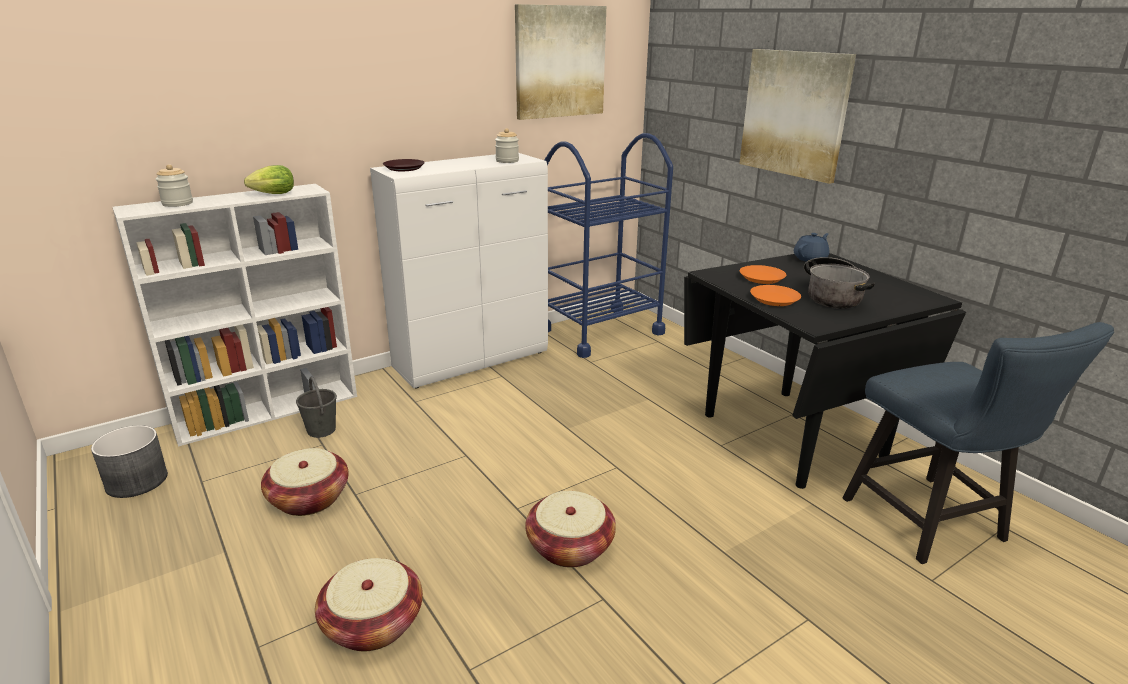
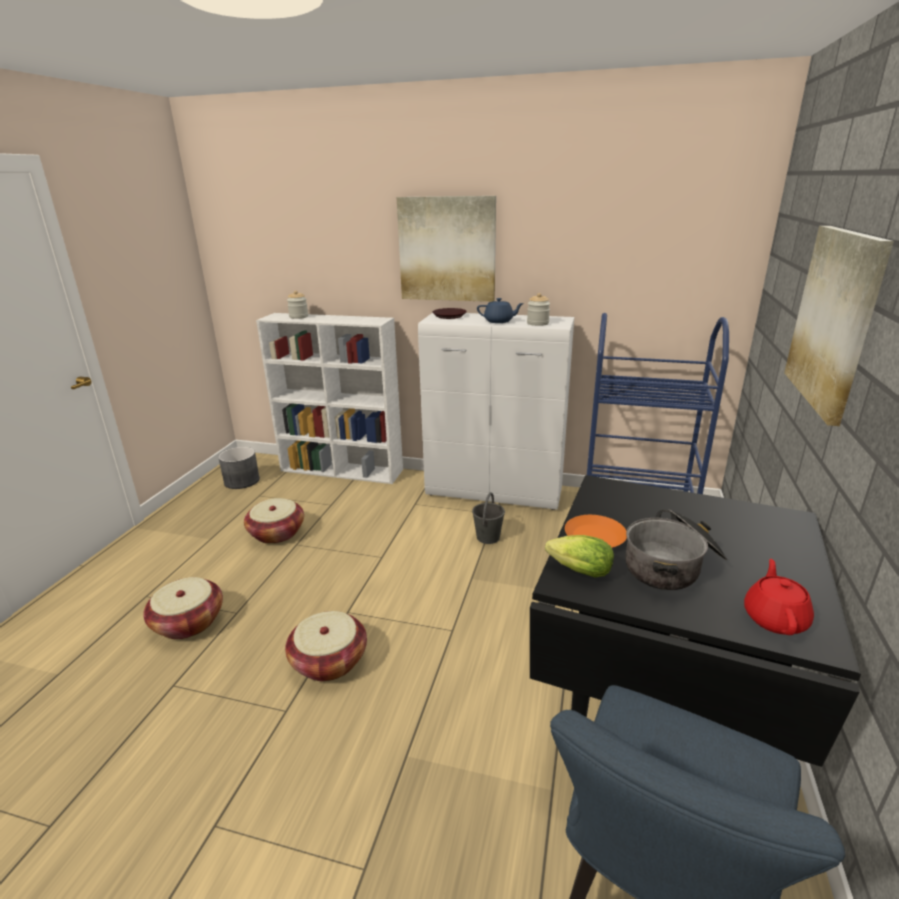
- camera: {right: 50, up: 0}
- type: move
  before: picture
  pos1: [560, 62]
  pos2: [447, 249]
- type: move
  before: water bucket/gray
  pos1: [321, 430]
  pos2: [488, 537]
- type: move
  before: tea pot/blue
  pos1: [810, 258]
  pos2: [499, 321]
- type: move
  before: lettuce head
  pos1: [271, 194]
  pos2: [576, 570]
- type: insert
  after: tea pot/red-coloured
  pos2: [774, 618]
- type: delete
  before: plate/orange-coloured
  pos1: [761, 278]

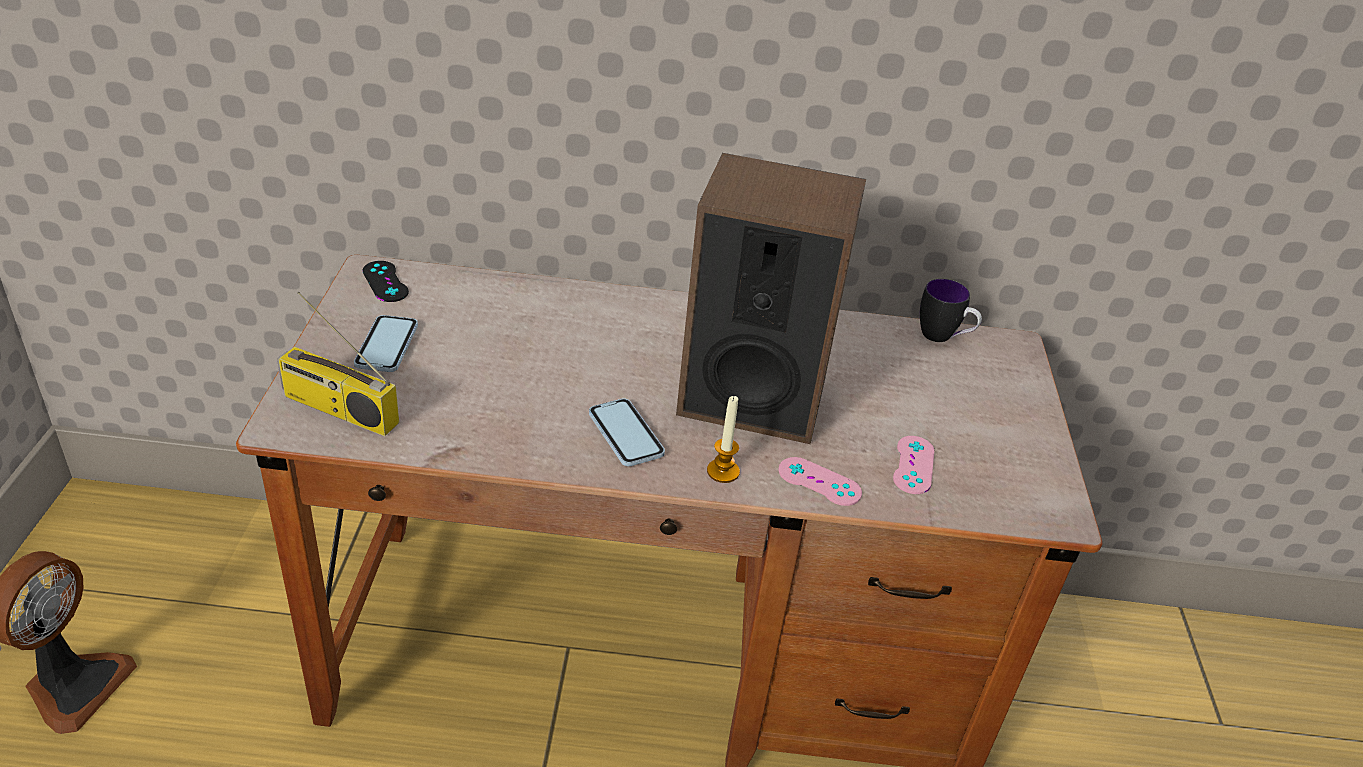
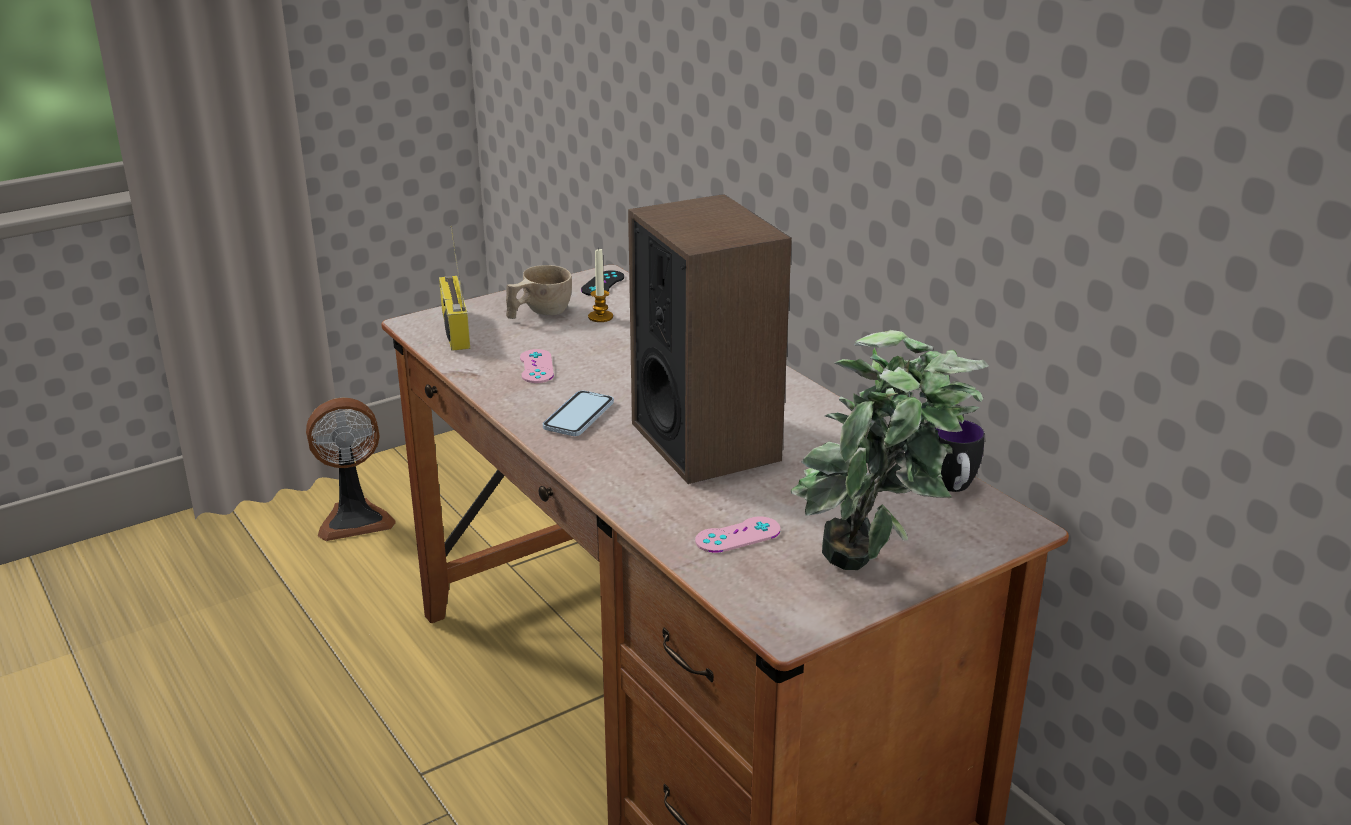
- camera: {right: 55, up: -10}
- type: replace
  before: telephone
  after: drinking cup/sand-coloured
  pos1: [387, 346]
  pos2: [538, 313]
- type: move
  before: game controller/pink
  pos1: [819, 482]
  pos2: [536, 367]
- type: move
  before: wax light
  pos1: [723, 471]
  pos2: [600, 317]
- type: insert
  after: plant in a pot
  pos2: [875, 574]

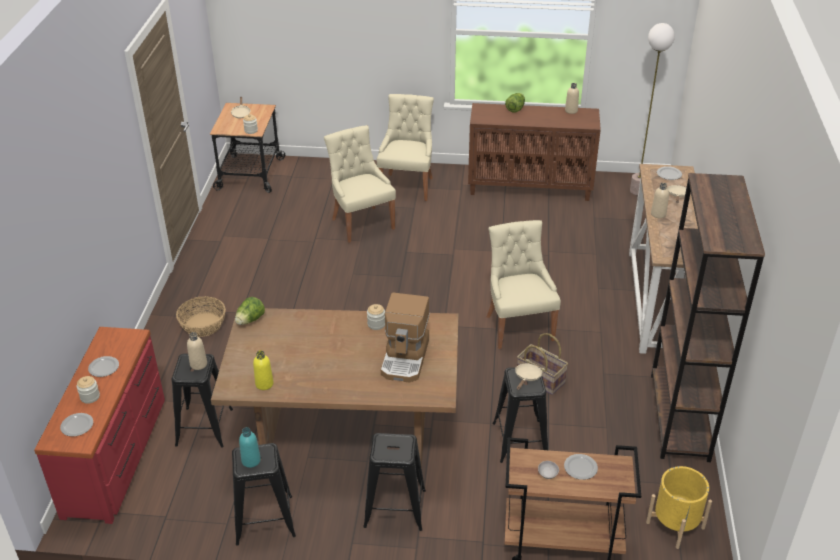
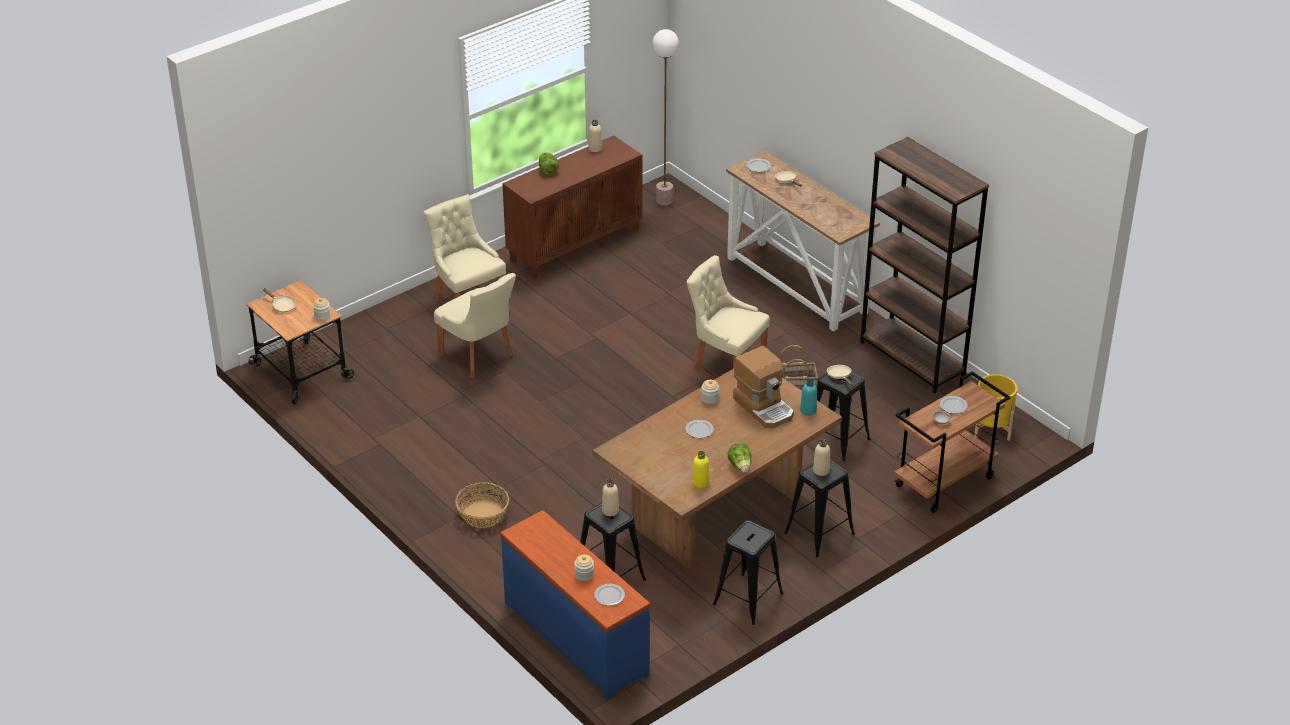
- camera: {right: -45, up: 0}
- type: rotate
  before: chair/sand-coloured
  pos1: [361, 223]
  pos2: [479, 356]
  turn: -150
- type: recolor
  before: dresser/red-coloured
  after: dresser/blue
  pos1: [117, 455]
  pos2: [577, 637]
- type: move
  before: plate
  pos1: [104, 367]
  pos2: [699, 429]
- type: move
  before: lettuce head
  pos1: [250, 320]
  pos2: [740, 466]
- type: move
  before: drink bottle/turquoise-coloured
  pos1: [251, 460]
  pos2: [808, 410]
- type: move
  before: drink bottle/sand-coloured
  pos1: [658, 214]
  pos2: [821, 470]

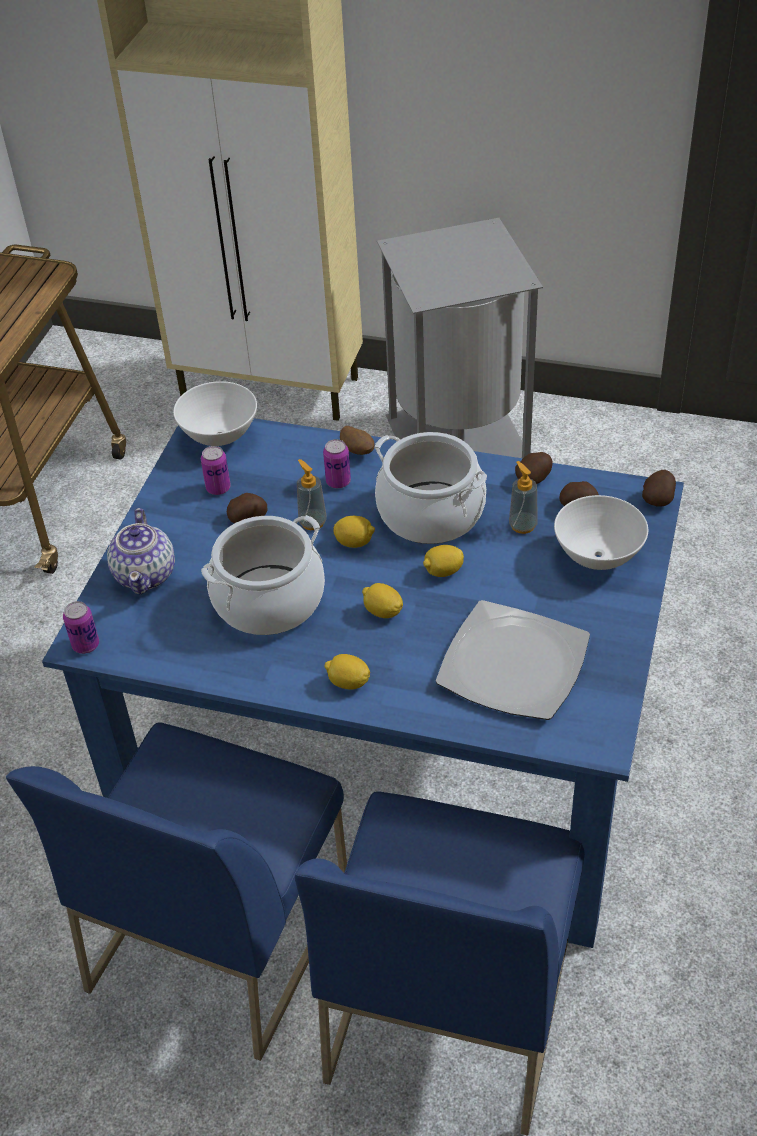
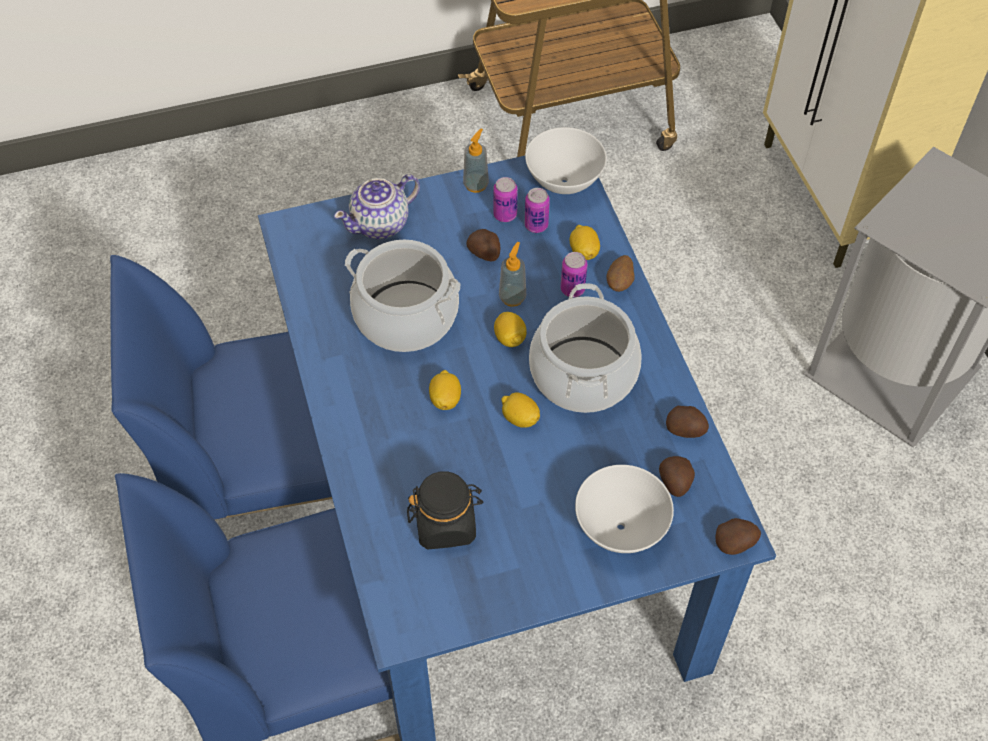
- camera: {right: 55, up: 10}
- type: replace
  before: plate
  after: storage jar/black
  pos1: [514, 666]
  pos2: [446, 524]
- type: move
  before: liquid soap bottle
  pos1: [522, 525]
  pos2: [476, 184]
- type: move
  before: sealed can
  pos1: [86, 645]
  pos2: [536, 225]
- type: move
  before: citrus fruit
  pos1: [348, 682]
  pos2: [584, 252]

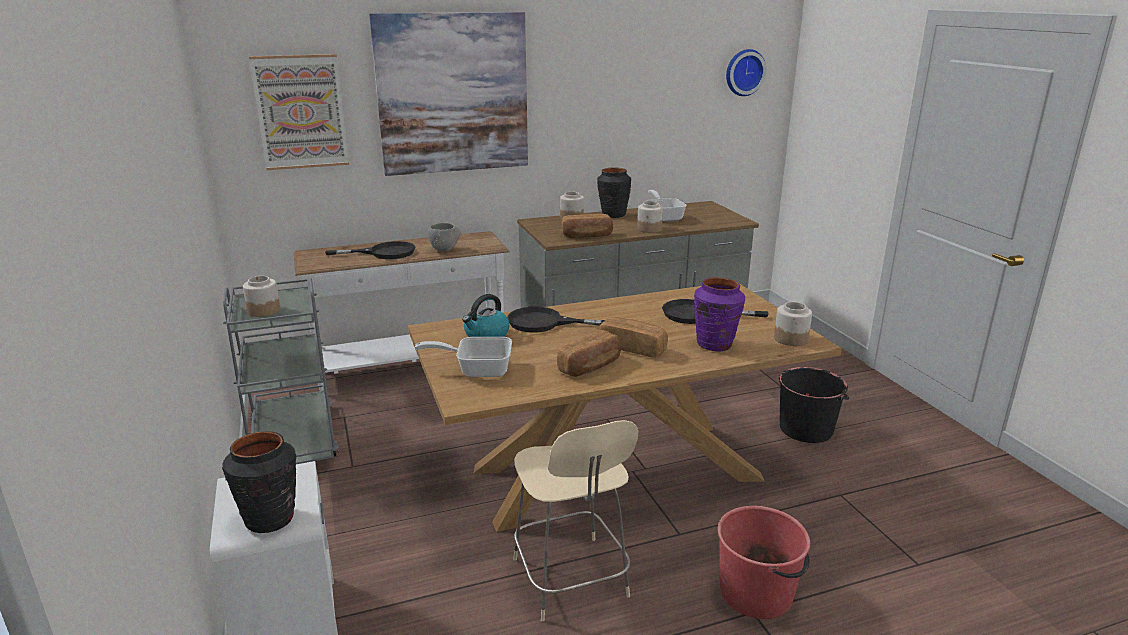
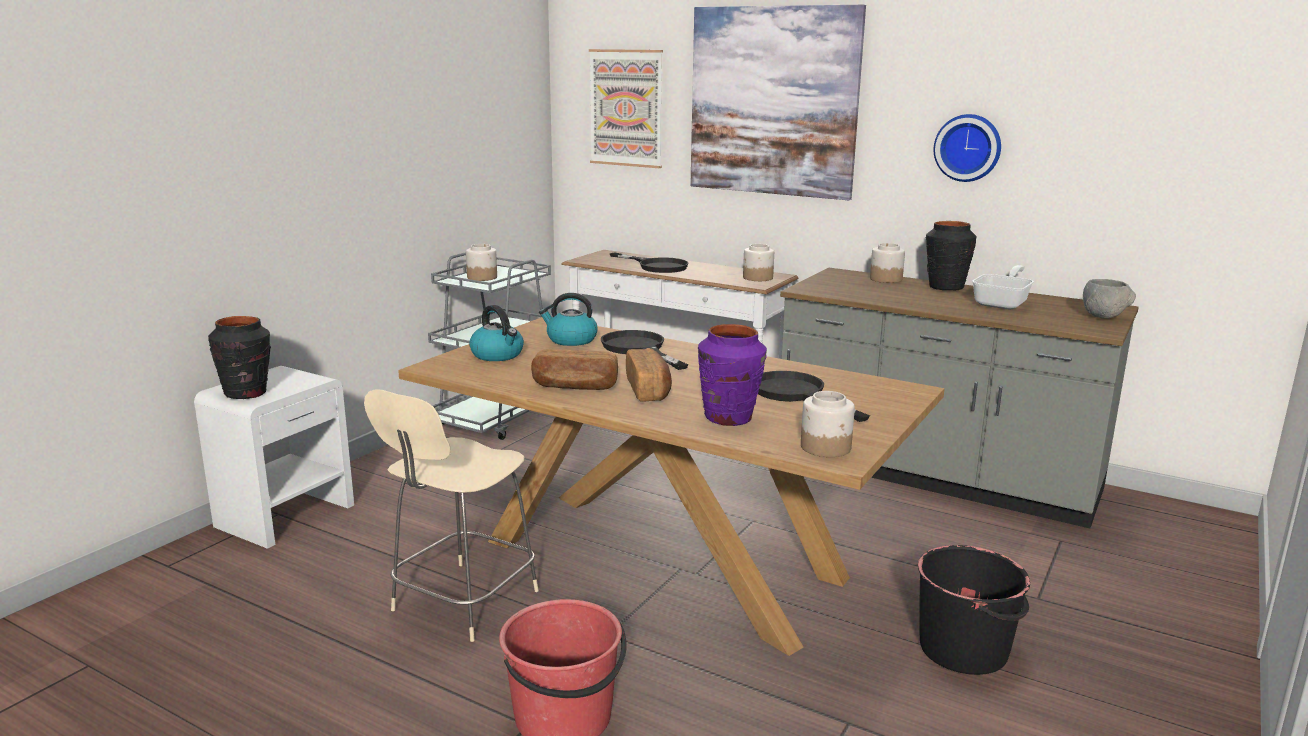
- camera: {right: 50, up: -5}
- type: replace
  before: pan
  after: kettle
  pos1: [477, 369]
  pos2: [498, 355]
- type: move
  before: storage jar
  pos1: [649, 229]
  pos2: [757, 278]
- type: move
  before: clock on the wall
  pos1: [743, 72]
  pos2: [968, 147]
- type: move
  before: bowl/gray
  pos1: [445, 250]
  pos2: [1103, 318]
- type: delete
  before: bakery bread
  pos1: [587, 236]

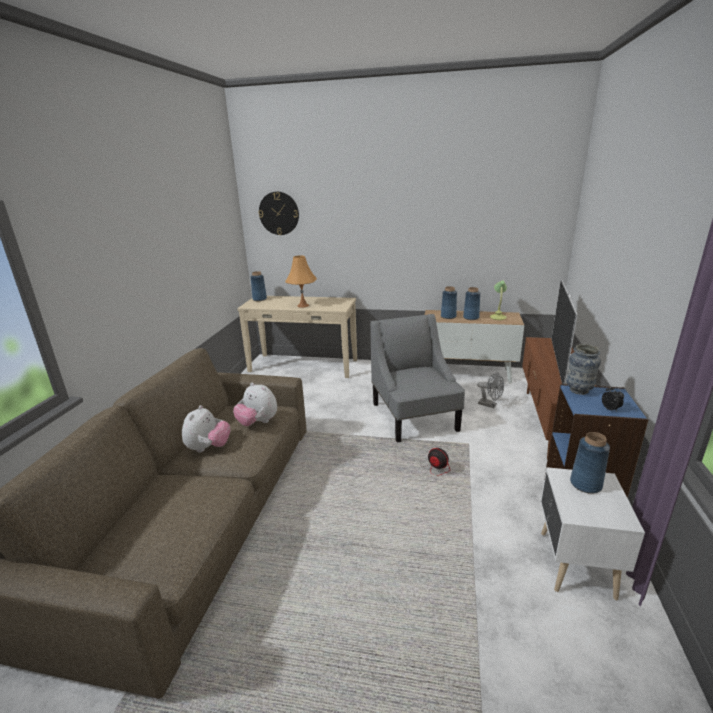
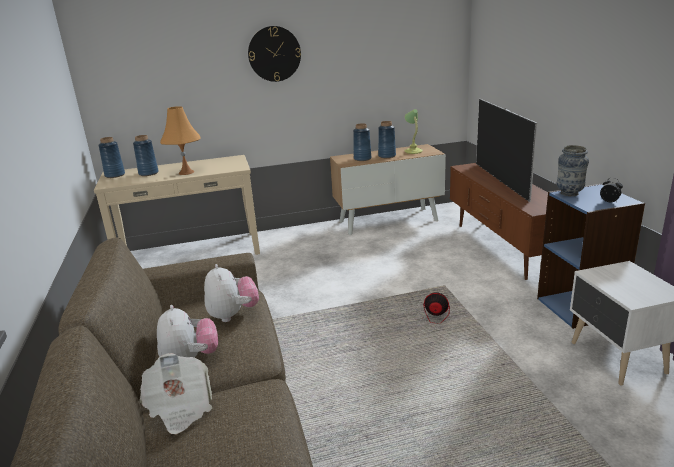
- camera: {right: -25, up: 0}
- type: move
  before: flower vase/blue
  pos1: [585, 484]
  pos2: [148, 173]
- type: insert
  after: newspaper
  pos2: [180, 407]
- type: rotate
  before: plush toy
  pos1: [258, 422]
  pos2: [233, 315]
  turn: -120
- type: move
  before: clock on the wall
  pos1: [279, 213]
  pos2: [274, 54]
- type: delete
  before: lounge chair/gray
  pos1: [414, 416]
- type: delete
  before: fan/gray
  pos1: [490, 405]

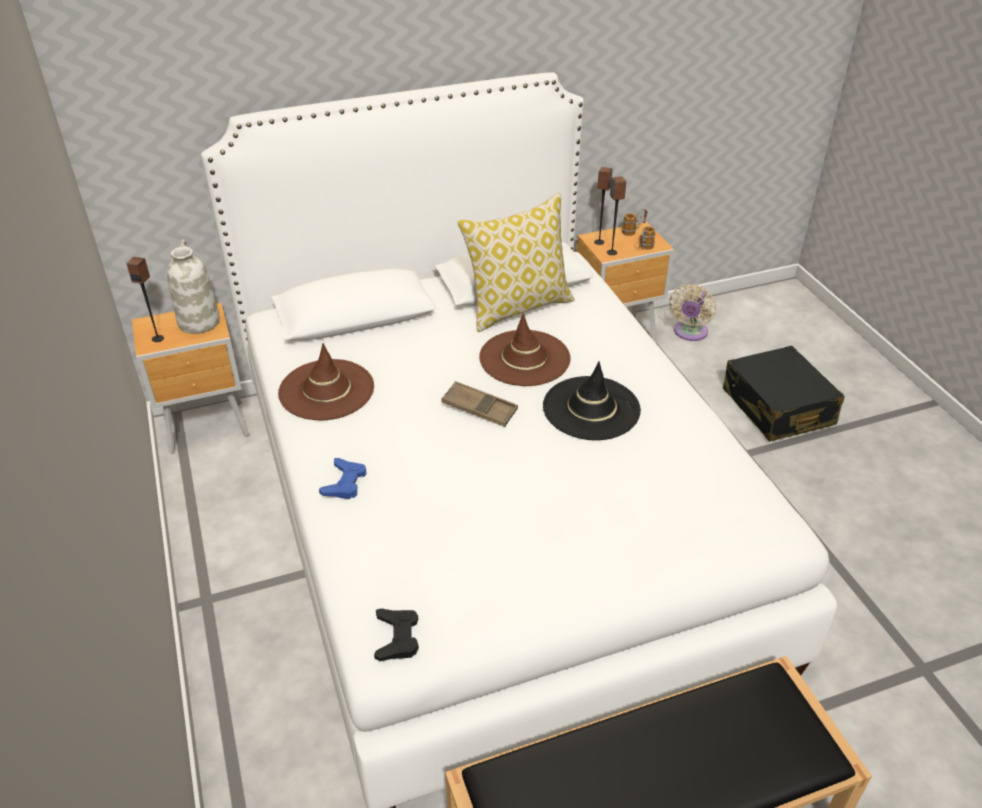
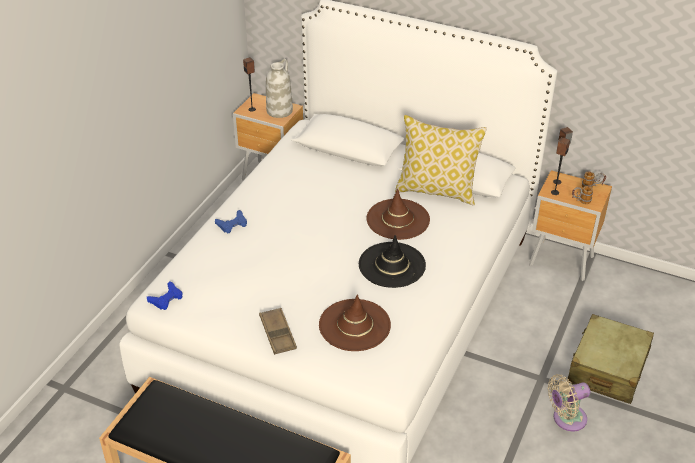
- camera: {right: 45, up: 0}
- type: recolor
  before: game controller/black
  after: game controller/blue
  pos1: [397, 637]
  pos2: [166, 299]
- type: move
  before: serving tray/brownish
  pos1: [479, 408]
  pos2: [277, 334]
- type: move
  before: clothing hat/brownish
  pos1: [326, 390]
  pos2: [354, 325]
- type: move
  before: fan/sand-coloured
  pos1: [689, 333]
  pos2: [566, 419]
- type: recolor
  before: piece of luggage/black
  after: piece of luggage/sand-coloured
  pos1: [777, 407]
  pos2: [607, 369]

